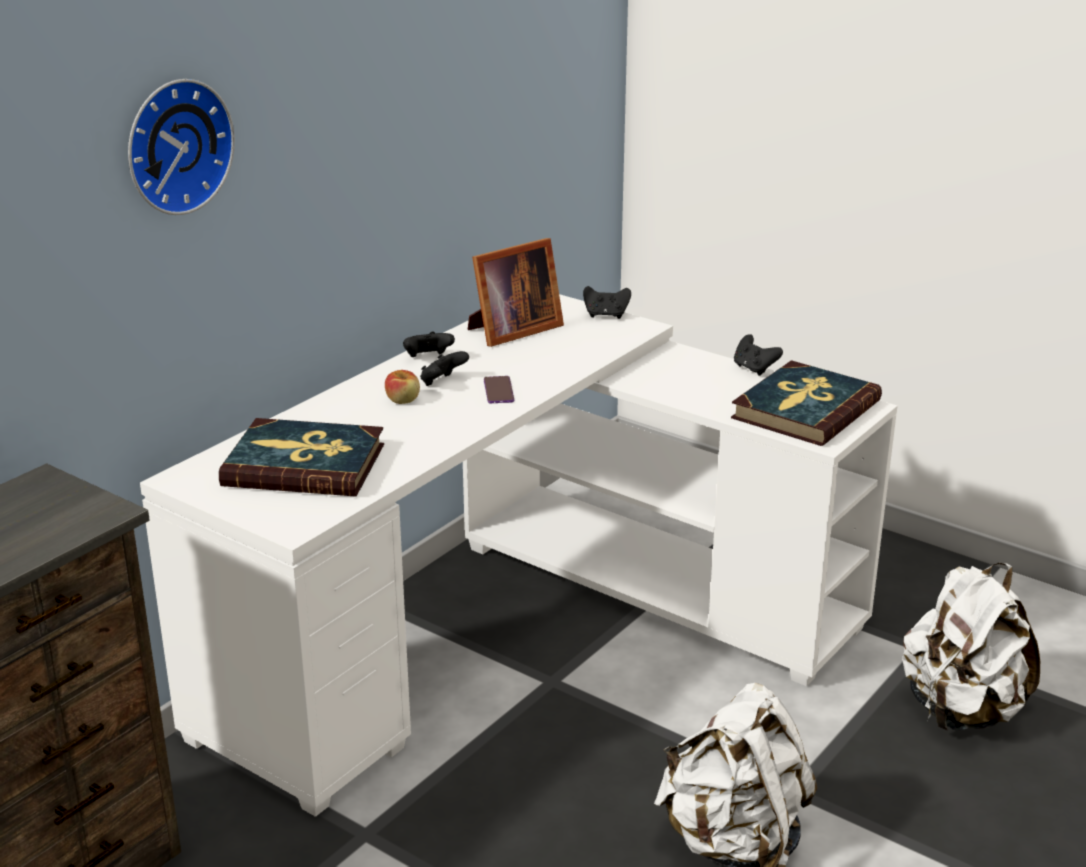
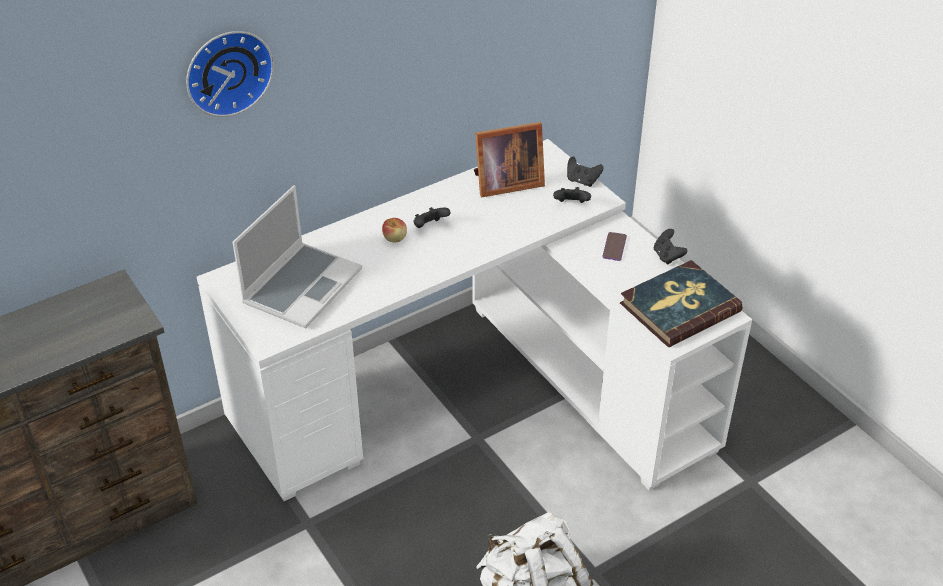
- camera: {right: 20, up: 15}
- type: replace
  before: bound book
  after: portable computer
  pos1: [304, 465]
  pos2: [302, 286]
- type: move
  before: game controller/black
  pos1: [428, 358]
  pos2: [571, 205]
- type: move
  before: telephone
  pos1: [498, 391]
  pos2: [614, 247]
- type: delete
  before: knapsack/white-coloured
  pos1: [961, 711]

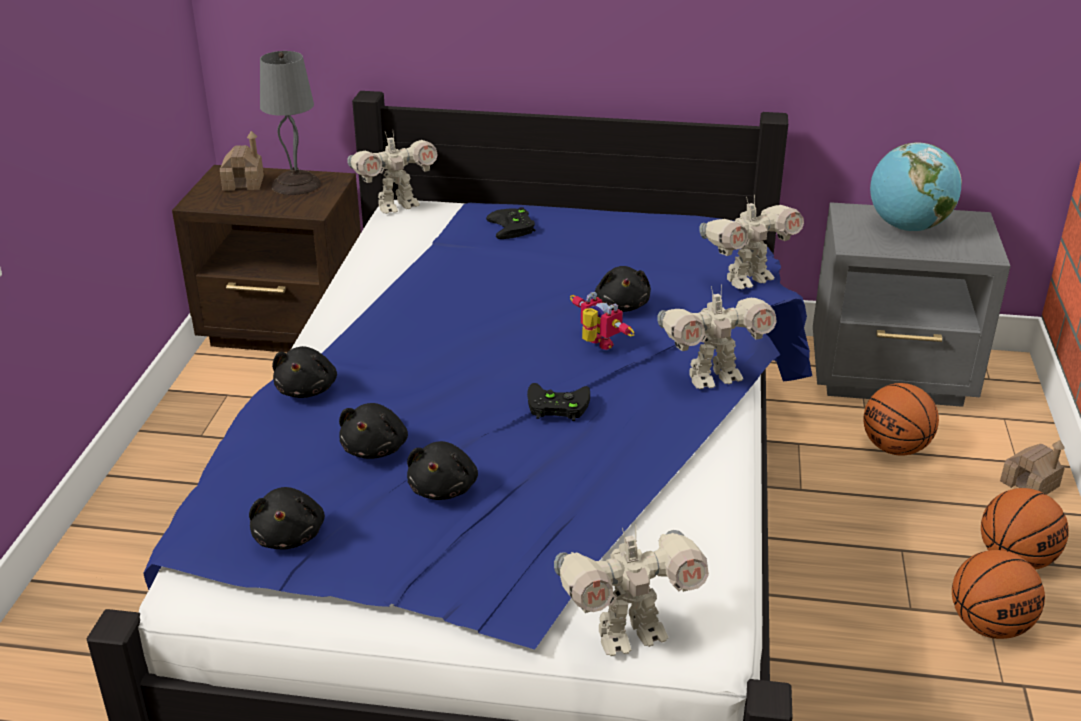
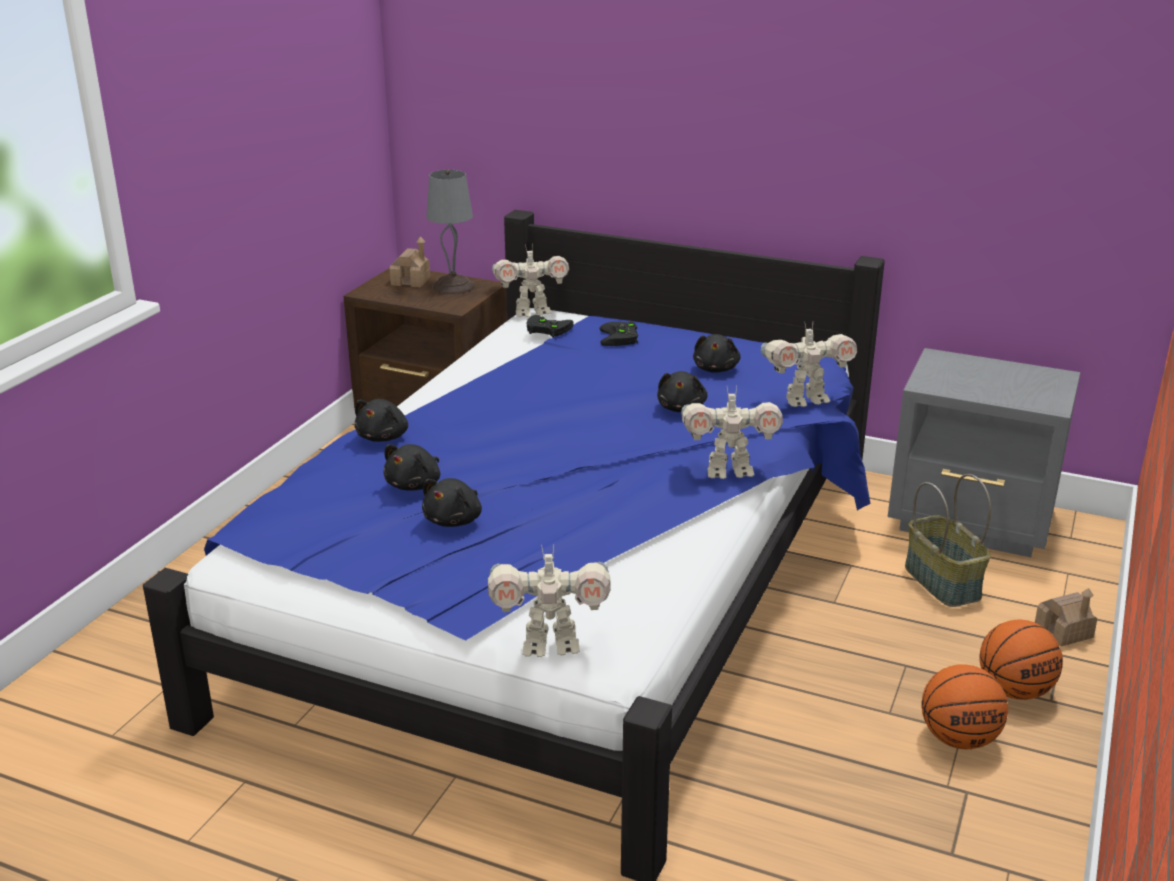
- camera: {right: 15, up: -5}
- type: move
  before: game controller/black
  pos1: [555, 406]
  pos2: [546, 329]
- type: move
  before: plush toy/black
  pos1: [289, 535]
  pos2: [716, 369]
- type: replace
  before: ball for basketball
  after: storage basket
  pos1: [895, 448]
  pos2: [943, 582]
- type: delete
  before: model robot
  pos1: [596, 345]
- type: delete
  before: world globe
  pos1: [907, 227]

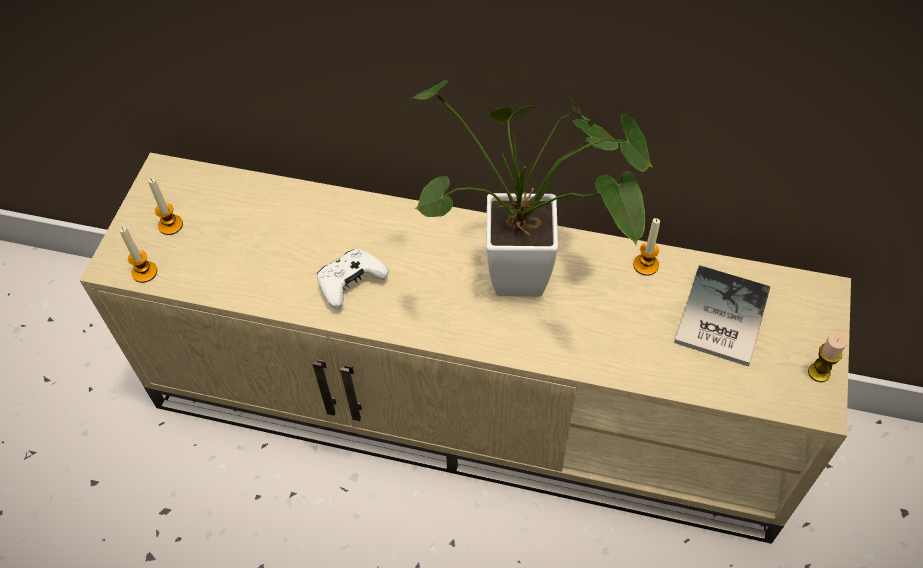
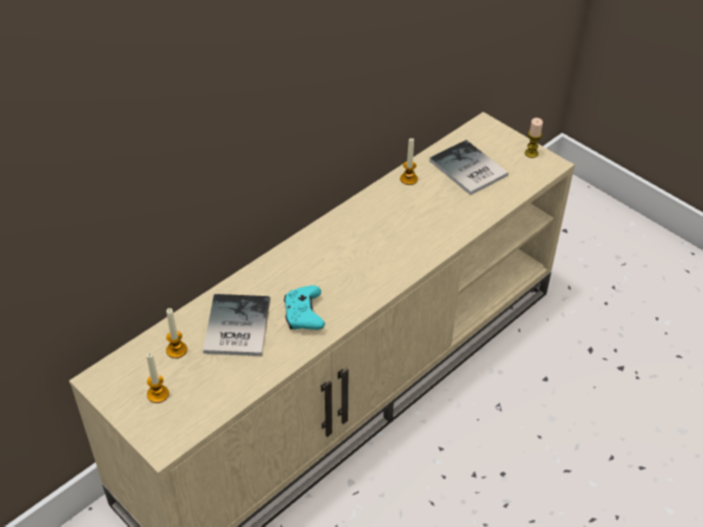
- camera: {right: -60, up: -10}
- type: move
  before: wax light
  pos1: [144, 272]
  pos2: [176, 350]
- type: insert
  after: bound book
  pos2: [234, 327]
- type: recolor
  before: game controller/white-coloured
  after: game controller/turquoise-coloured
  pos1: [350, 283]
  pos2: [304, 315]
- type: delete
  before: plant in a pot
  pos1: [534, 279]

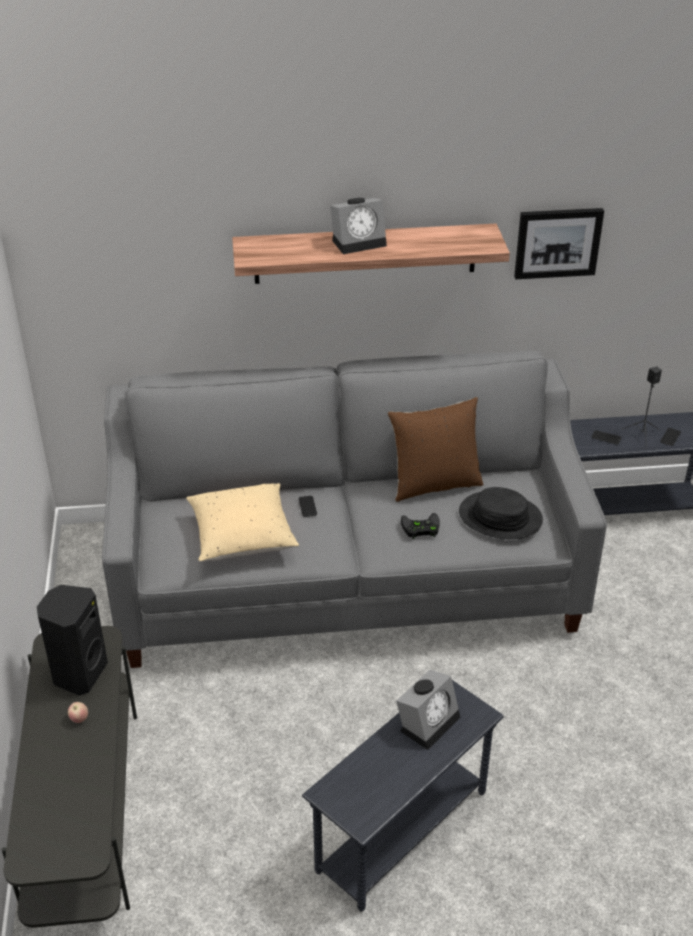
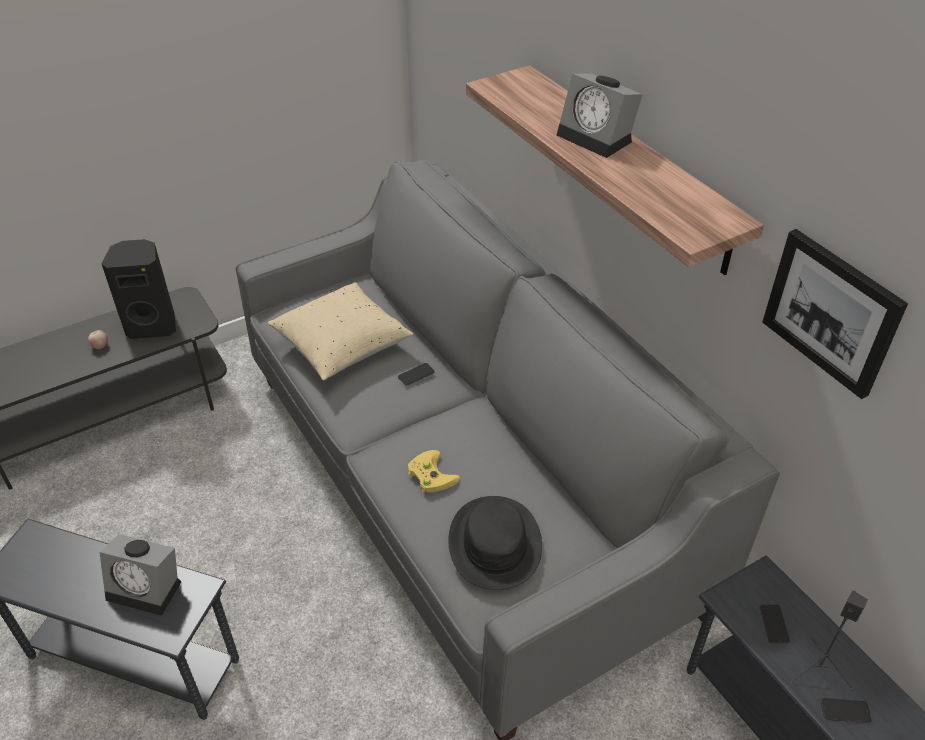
- camera: {right: 65, up: 5}
- type: recolor
  before: game controller/black
  after: game controller/yellowish
  pos1: [420, 528]
  pos2: [429, 474]
- type: delete
  before: throw pillow/brownish
  pos1: [434, 484]

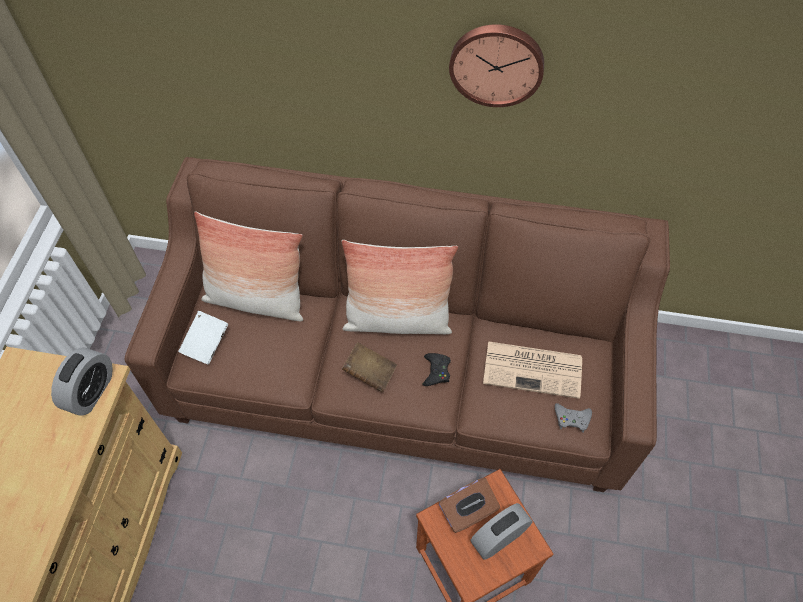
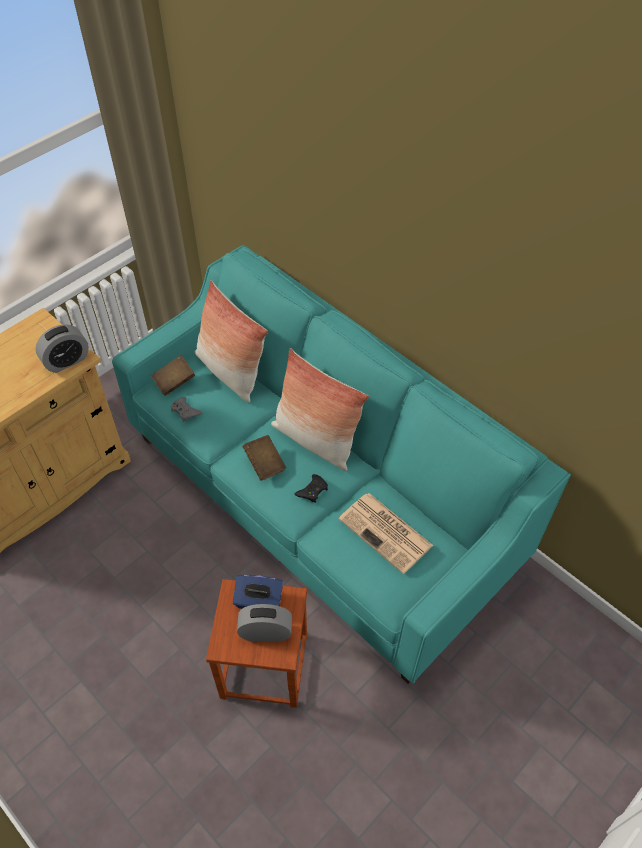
- camera: {right: 35, up: -5}
- type: recolor
  before: couch/brownish
  after: couch/turquoise-coloured
  pos1: [403, 373]
  pos2: [322, 500]
- type: recolor
  before: bound book/white-coloured
  after: bound book/brownish
  pos1: [206, 343]
  pos2: [174, 382]
- type: move
  before: game controller/gray
  pos1: [572, 419]
  pos2: [185, 411]
- type: recolor
  before: tissue holder/brownish
  after: tissue holder/blue
  pos1: [468, 512]
  pos2: [259, 601]
- type: delete
  before: clock on the wall
  pos1: [496, 63]

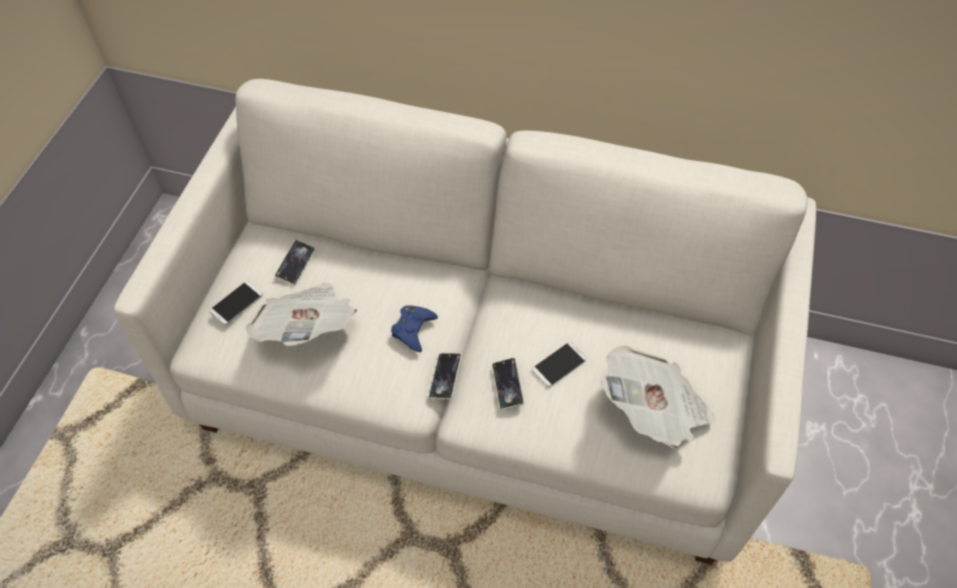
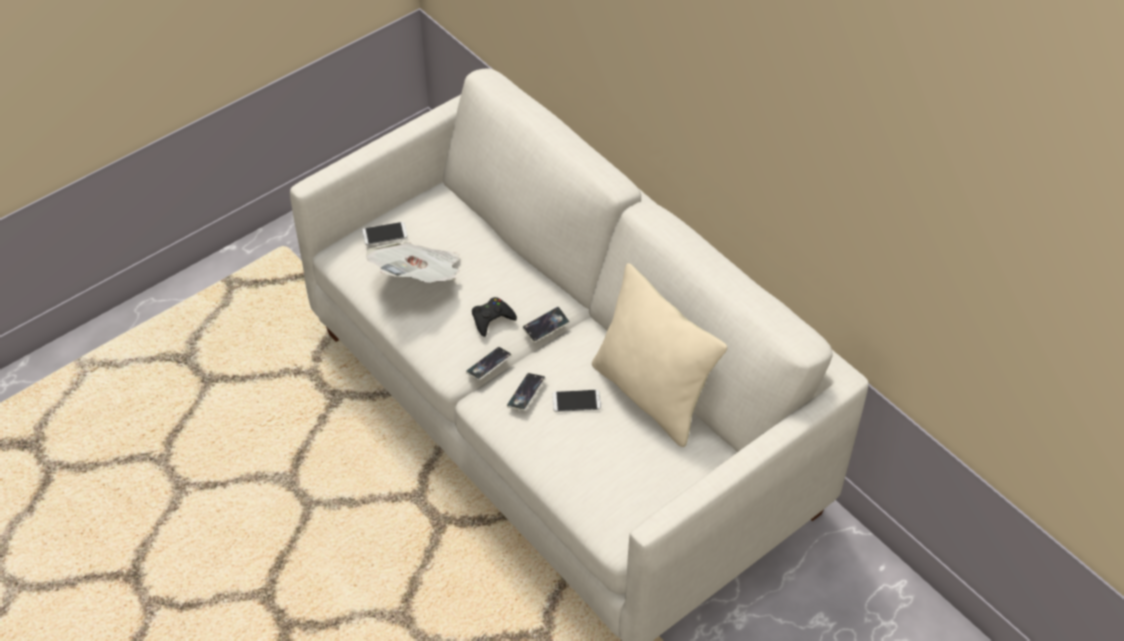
- camera: {right: 35, up: -5}
- type: recolor
  before: game controller/blue
  after: game controller/black
  pos1: [413, 329]
  pos2: [492, 319]
- type: move
  before: telephone
  pos1: [295, 264]
  pos2: [546, 326]
- type: insert
  after: throw pillow/sand-coloured
  pos2: [651, 395]
- type: delete
  before: newspaper
  pos1: [654, 411]

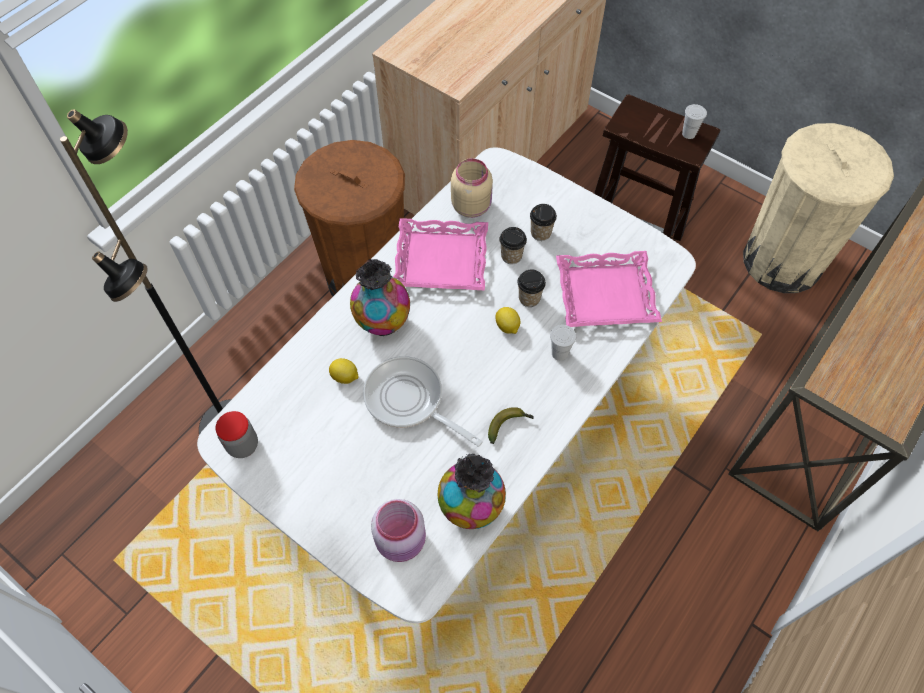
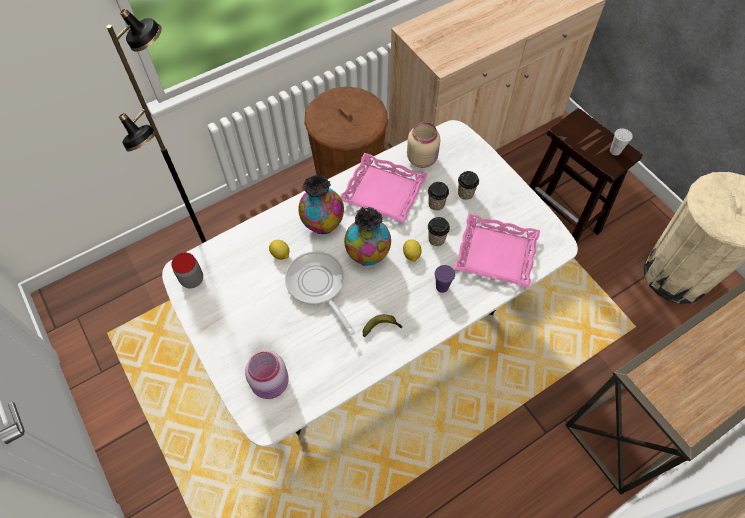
- camera: {right: 20, up: 0}
- type: move
  before: flower vase
  pos1: [471, 508]
  pos2: [368, 255]
- type: recolor
  before: drinking cup/white-coloured
  after: drinking cup/purple-coloured
  pos1: [559, 353]
  pos2: [442, 287]

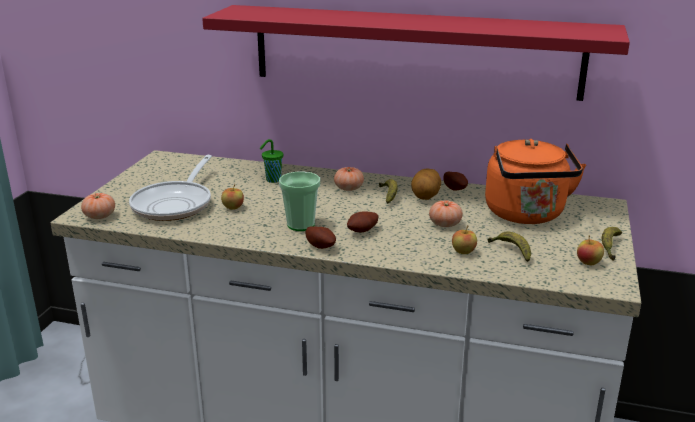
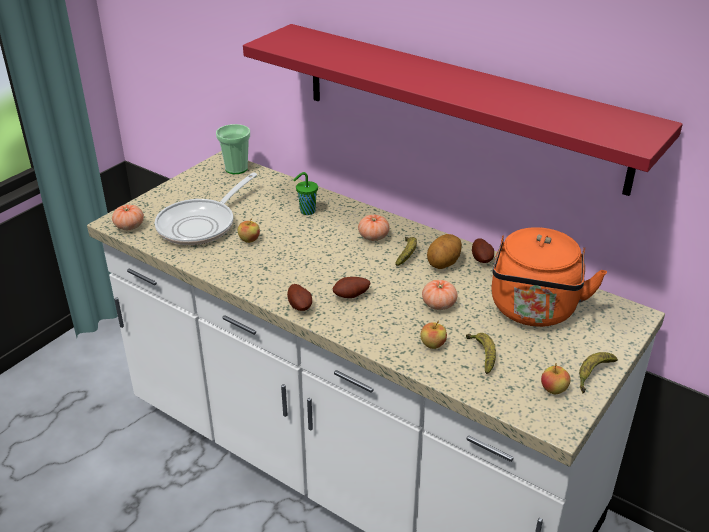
- camera: {right: 20, up: 10}
- type: move
  before: drinking cup
  pos1: [301, 225]
  pos2: [236, 168]

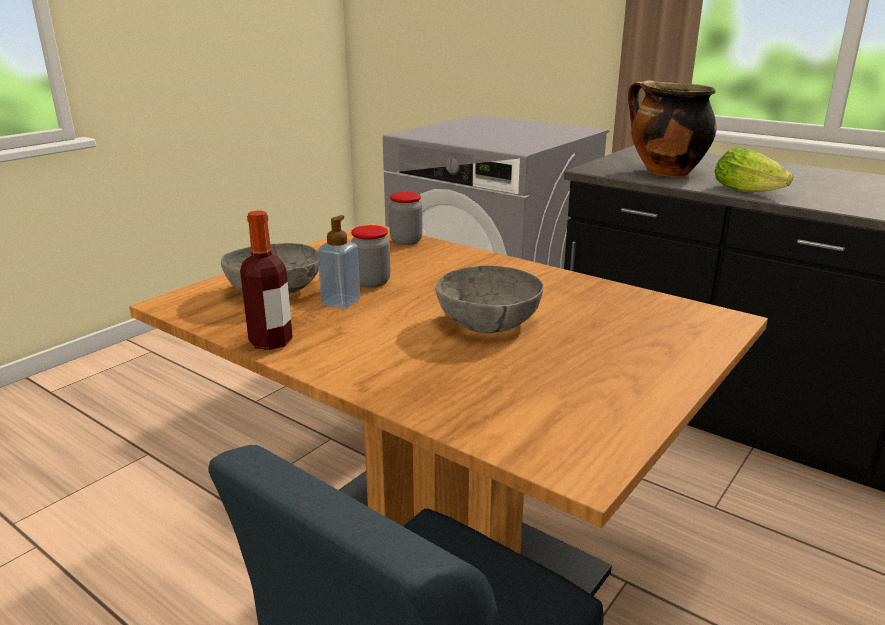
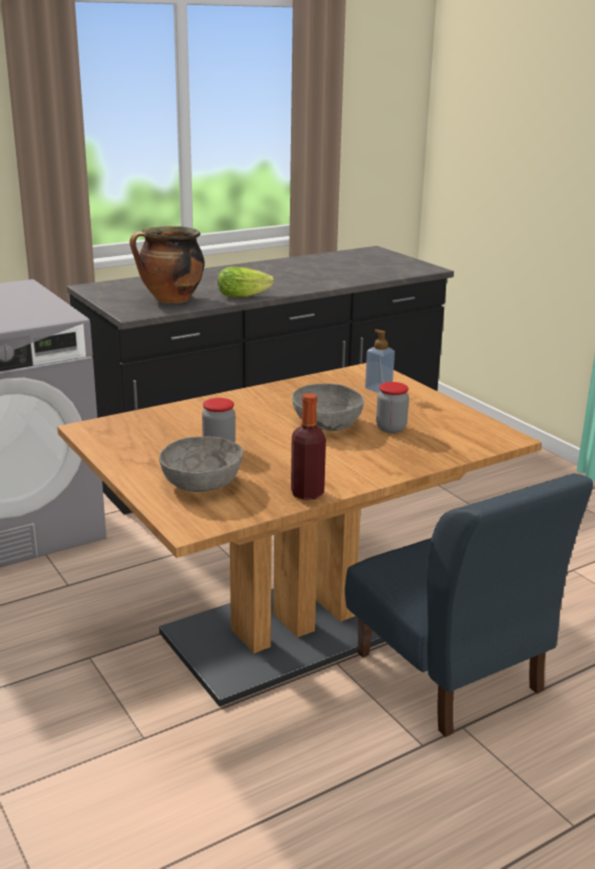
- camera: {right: -70, up: 0}
- type: move
  before: liquid soap bottle
  pos1: [341, 302]
  pos2: [378, 389]
- type: move
  before: storage jar
  pos1: [406, 241]
  pos2: [391, 428]

